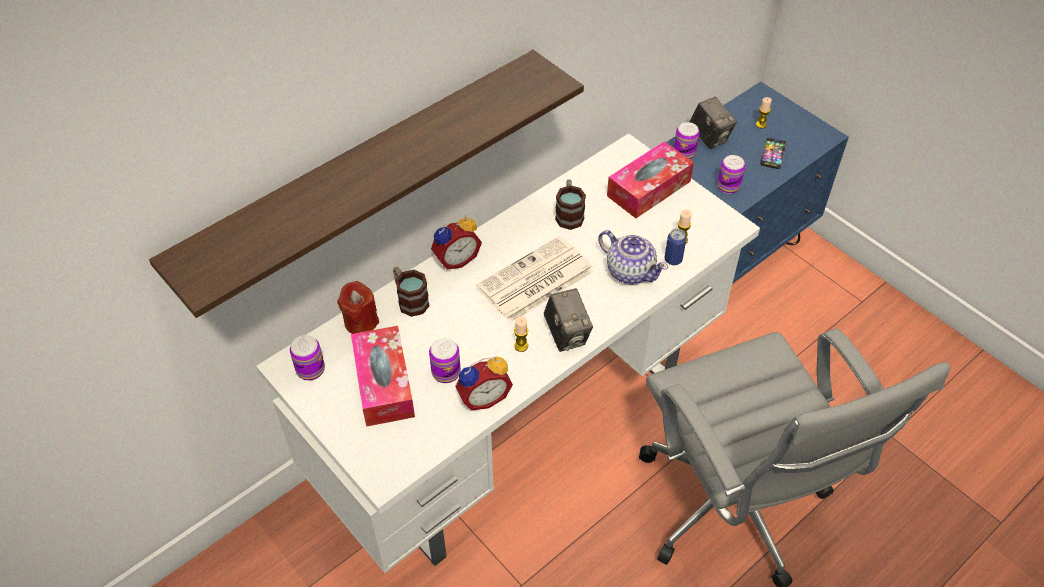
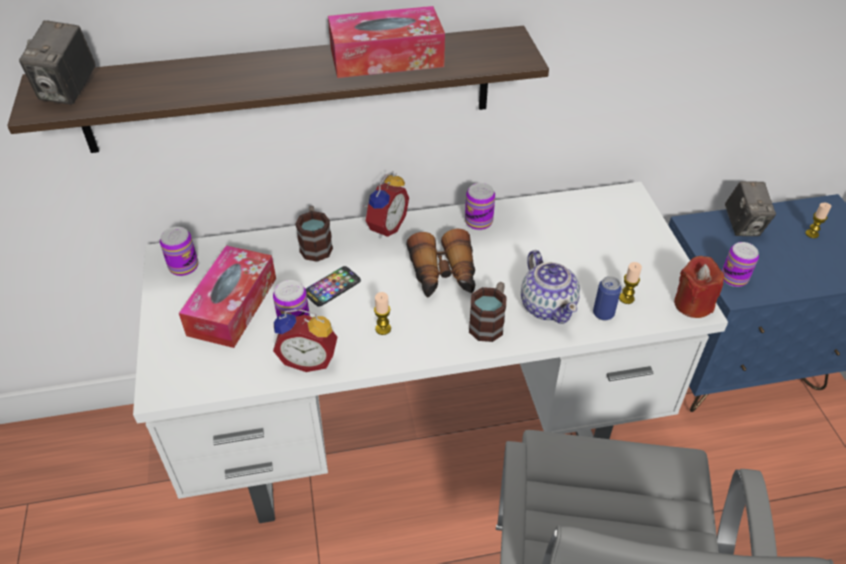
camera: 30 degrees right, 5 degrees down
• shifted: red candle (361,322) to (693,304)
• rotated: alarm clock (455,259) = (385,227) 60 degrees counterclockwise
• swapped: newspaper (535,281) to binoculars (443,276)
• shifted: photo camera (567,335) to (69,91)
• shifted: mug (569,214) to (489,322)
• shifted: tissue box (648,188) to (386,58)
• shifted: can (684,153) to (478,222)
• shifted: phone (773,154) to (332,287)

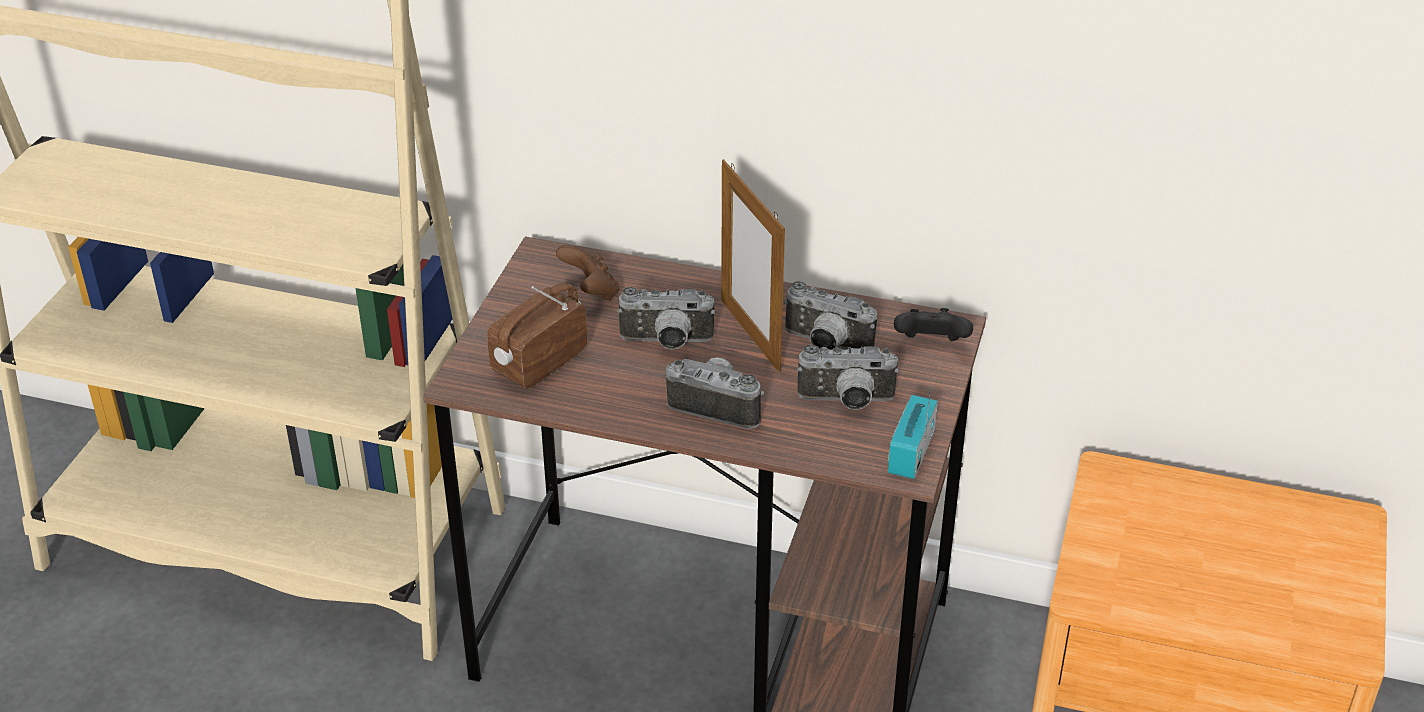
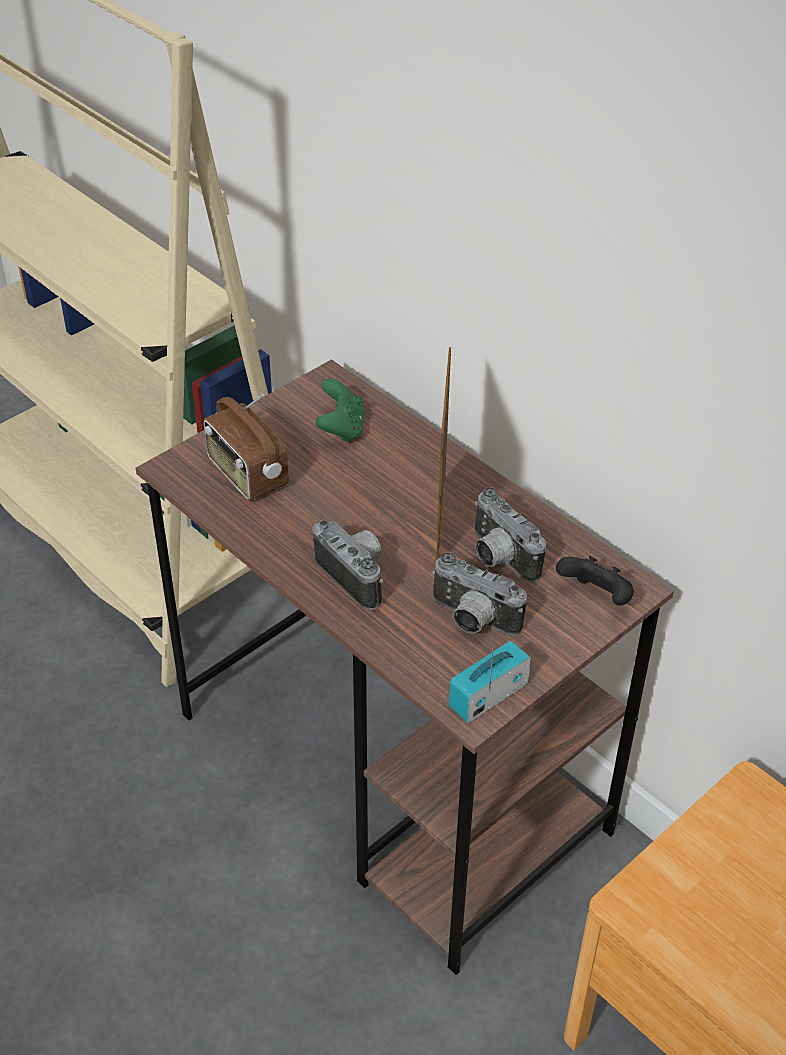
camera: 30 degrees right, 5 degrees up
• rotated: radio (538,362) = (246,474) 105 degrees counterclockwise
• repainted: brown game controller (591,292) to green game controller (341,429)
• gone: photo camera (666,343)

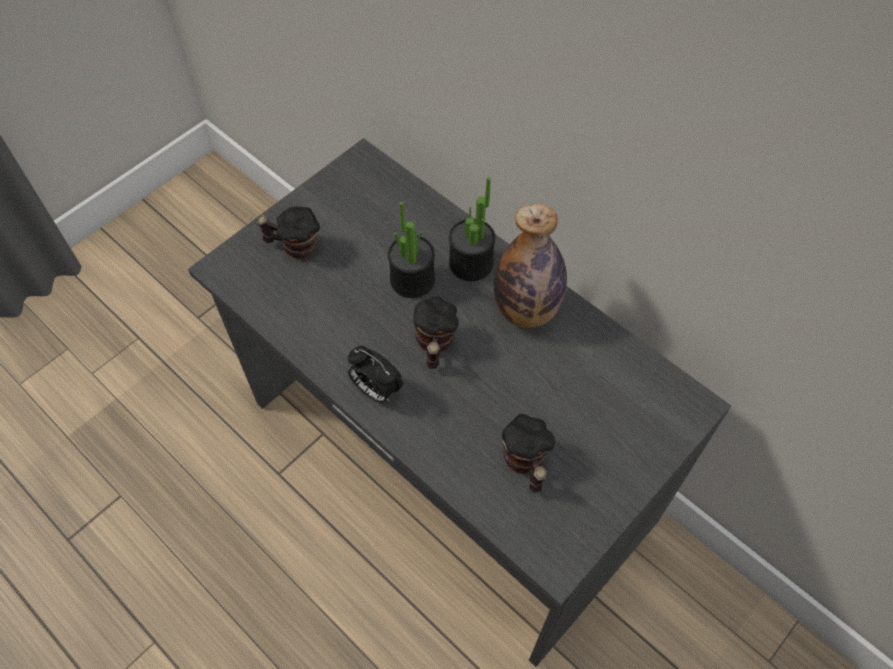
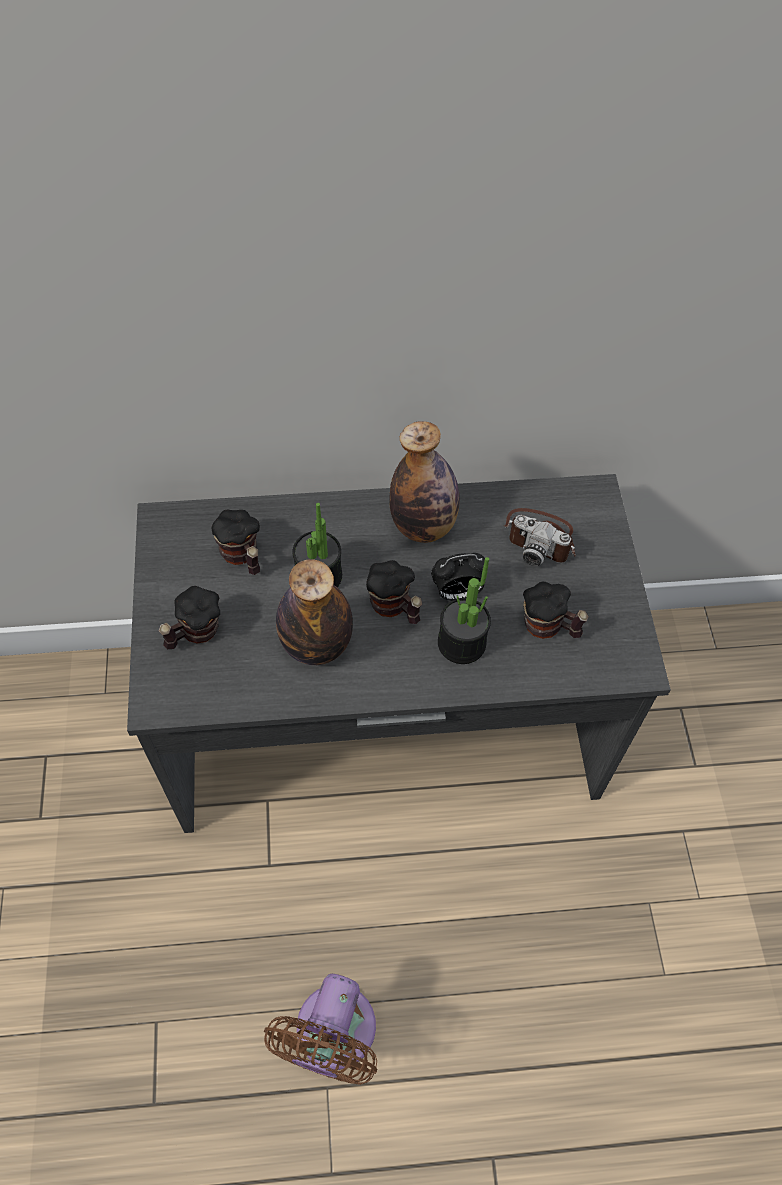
camera: 50 degrees left, 0 degrees up
• shifted: alarm clock (376,390) to (456,593)
• shifted: potted plant (471,263) to (461,643)
• new: mug (242,556)
• new: brown fan (332,1037)
• new: bottle (316,644)
• new: photo camera (540,538)

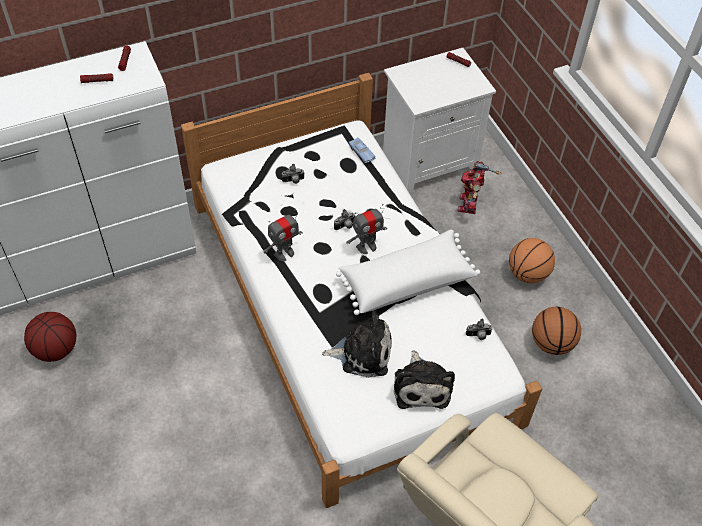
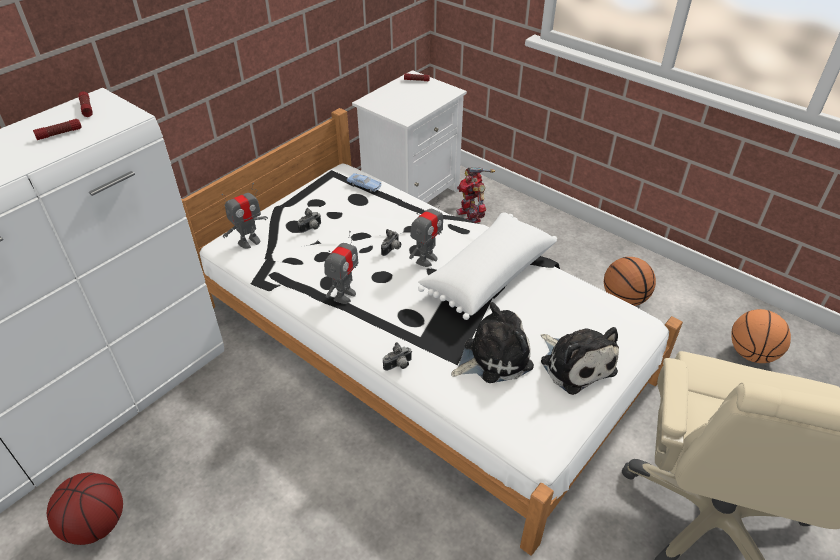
camera: 25 degrees left, 10 degrees down
• shifted: photo camera (478,336) to (399,366)
• shifted: basketball (527,274) to (751,354)
• new: toy robot (249,241)

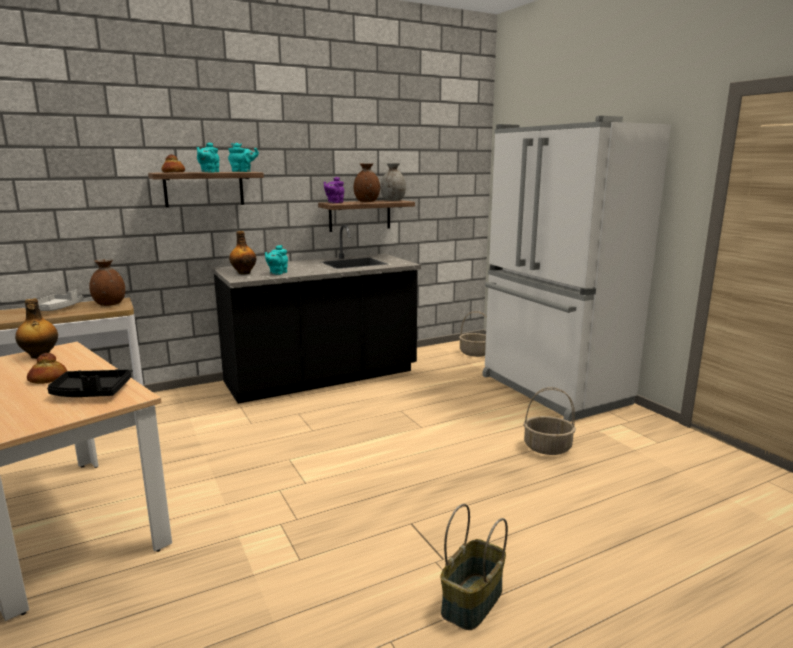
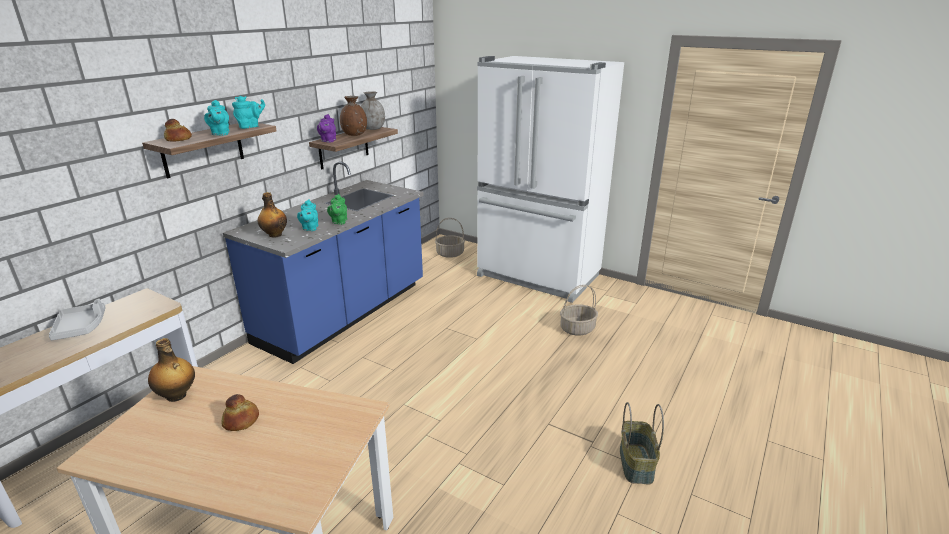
camera: 30 degrees left, 10 degrees up
• gone: black tray (91,393)
• gone: brown vase (110,304)
• repainted: black counter (322,378) to blue counter (345,313)
• new: green teapot (339,222)

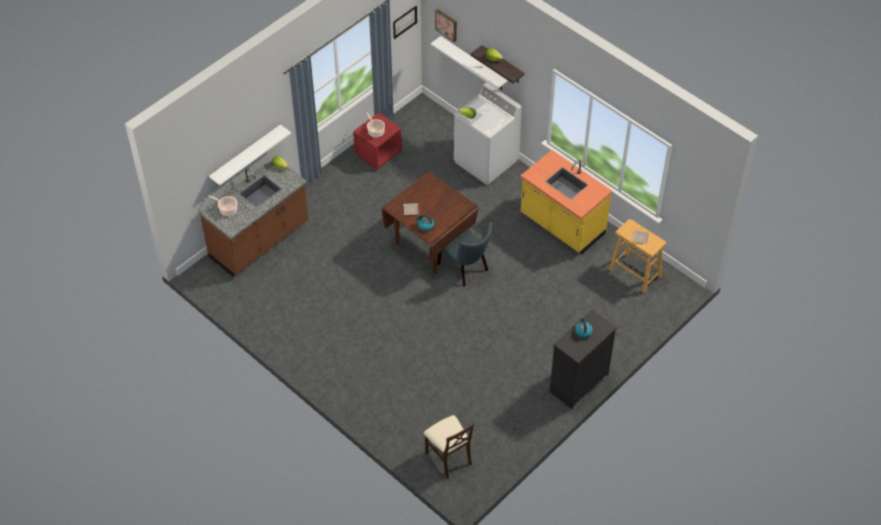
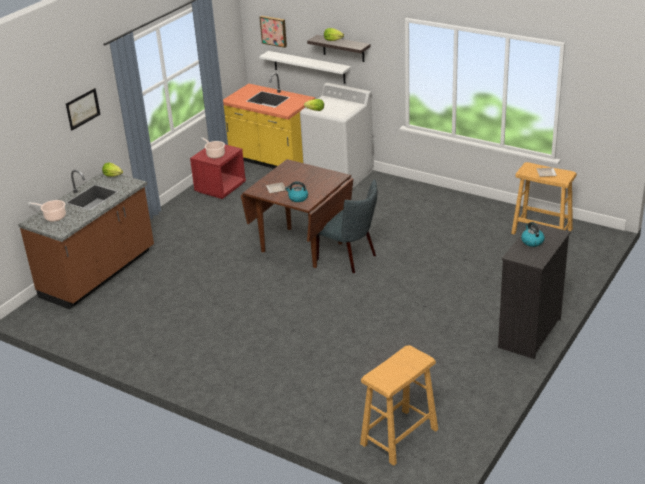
camera: 10 degrees left, 20 degrees down
• gone: white shelf (246,156)
• shifted: picture (404,22) to (82,109)
• swapped: beige chair (448,457) to beige stool (399,437)
• shifted: yellow counter (562,225) to (273,160)

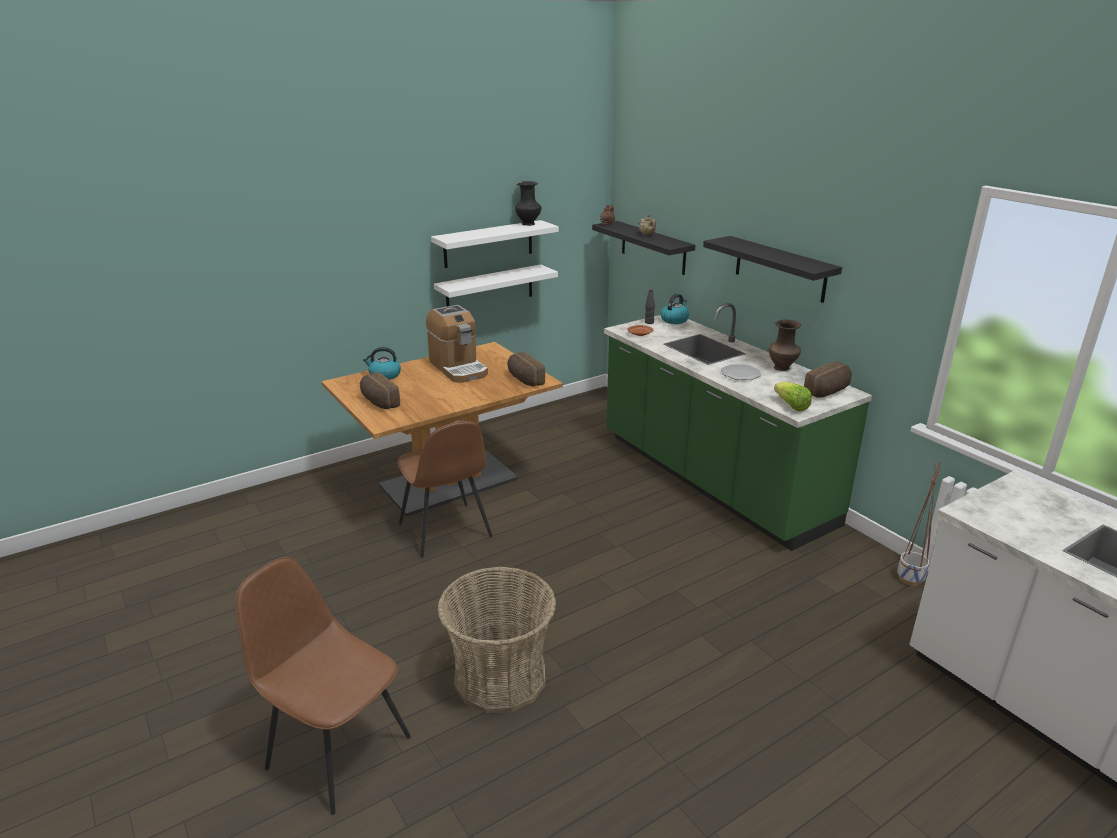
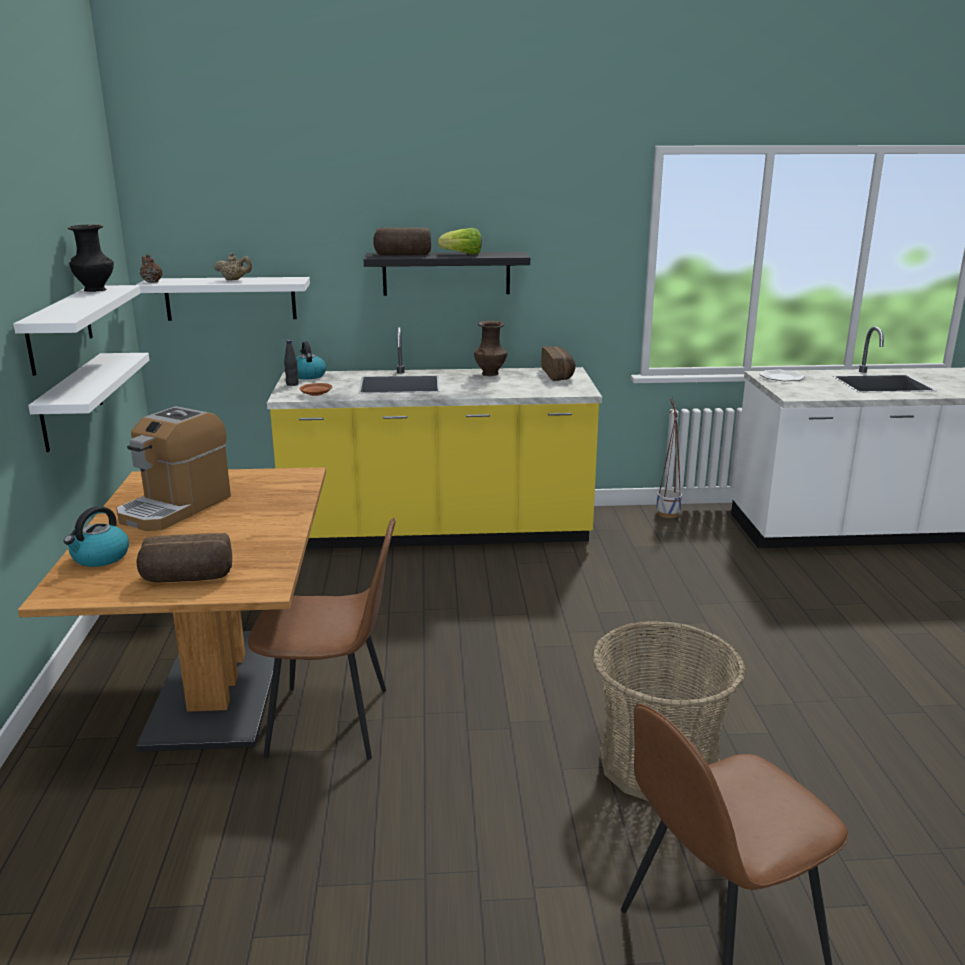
camera: 60 degrees left, 5 degrees down
• rotated: coffee machine (458,368) = (175,507) 120 degrees clockwise
• shifted: bread (524,379) to (402,255)
• repainted: black shelf (653,247) to white shelf (230,298)
• repainted: green counter (712,479) to yellow counter (438,531)
• shifted: plate (740,373) to (781,377)
• shifted: lettuce (791,406) to (462,254)

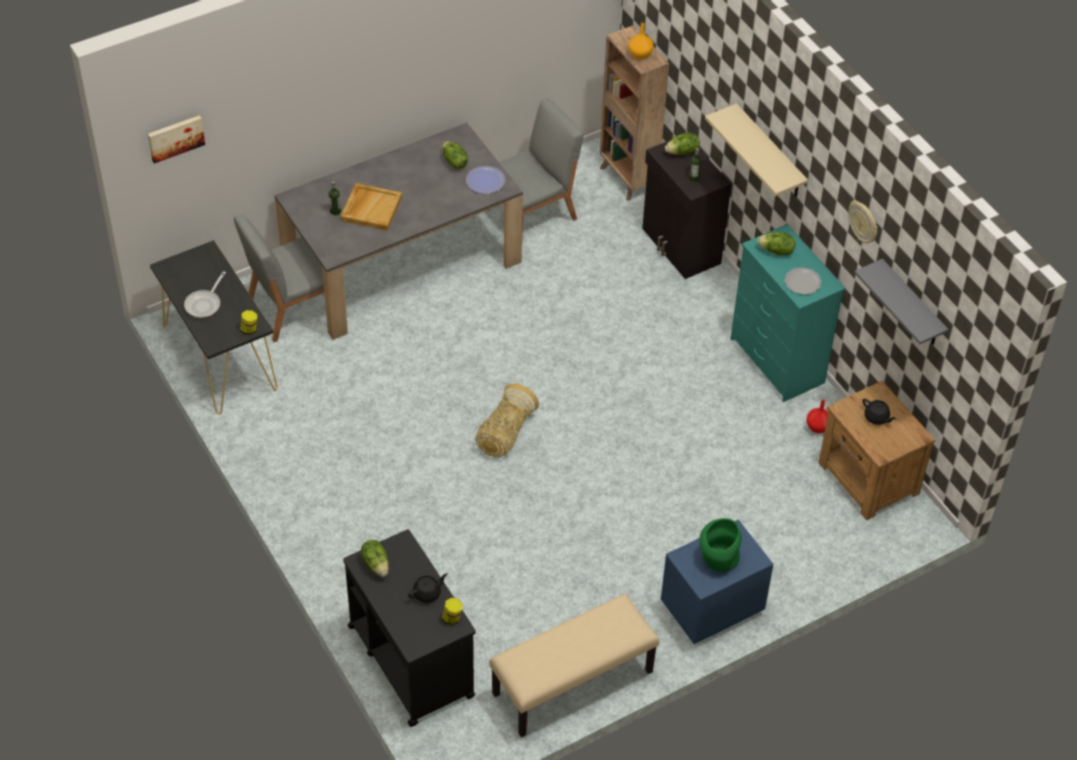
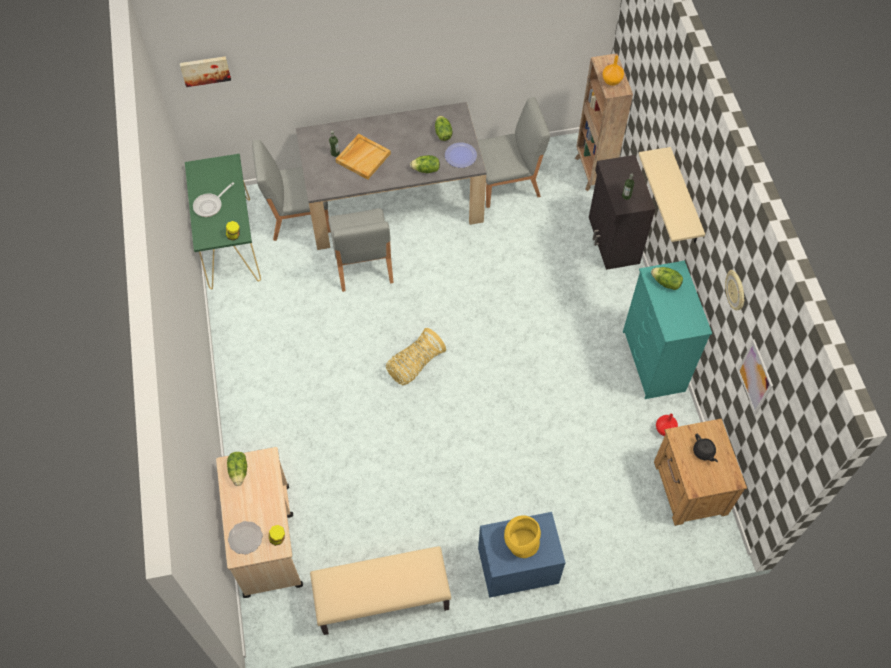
camera: 20 degrees right, 10 degrees up
• repainted: black console table (219,357) to green console table (230,242)
• repainted: black cart (410,660) to beige cart (267,539)
• gone: black teapot (427,593)
• shifted: lettuce (682,152) to (426,170)
• repainted: green vase (718,559) to yellow vase (520,544)
• shifted: plate (802,282) to (245,537)
• swapped: grey shelf (912,305) to picture (755,377)
• new: grey chair (362,264)

